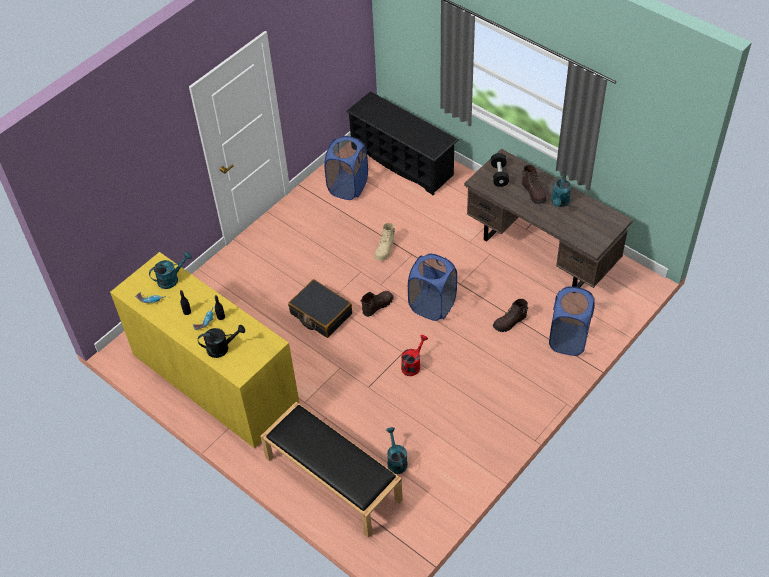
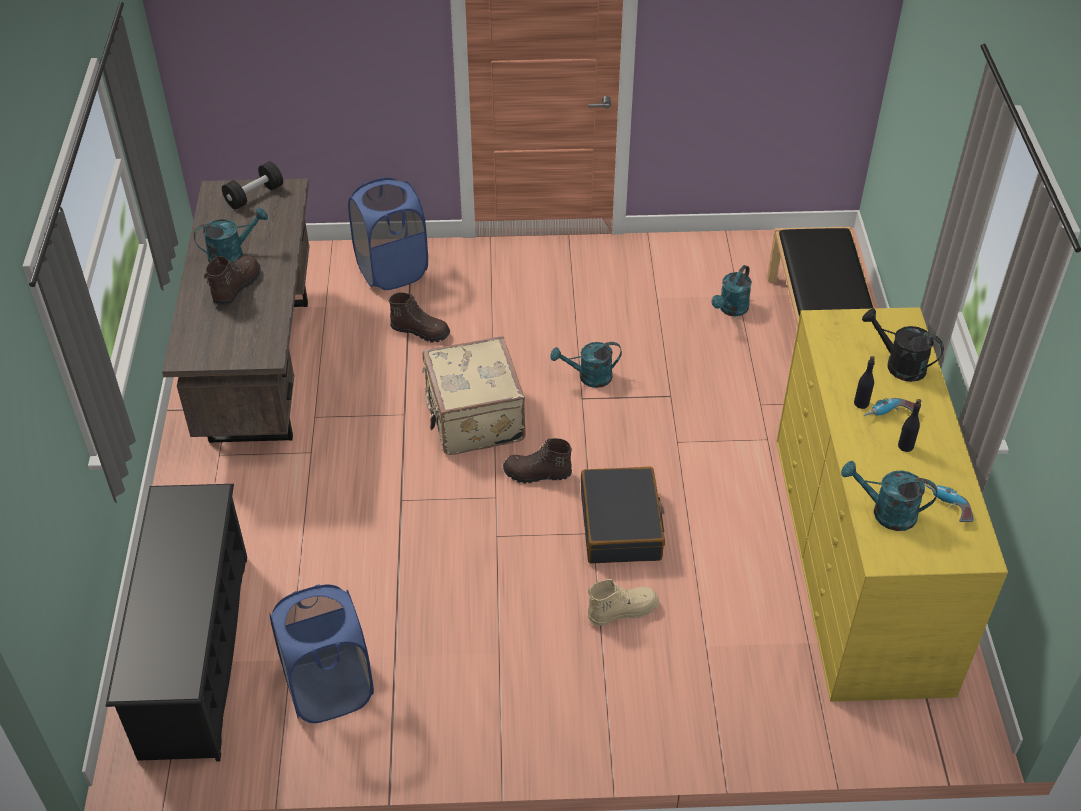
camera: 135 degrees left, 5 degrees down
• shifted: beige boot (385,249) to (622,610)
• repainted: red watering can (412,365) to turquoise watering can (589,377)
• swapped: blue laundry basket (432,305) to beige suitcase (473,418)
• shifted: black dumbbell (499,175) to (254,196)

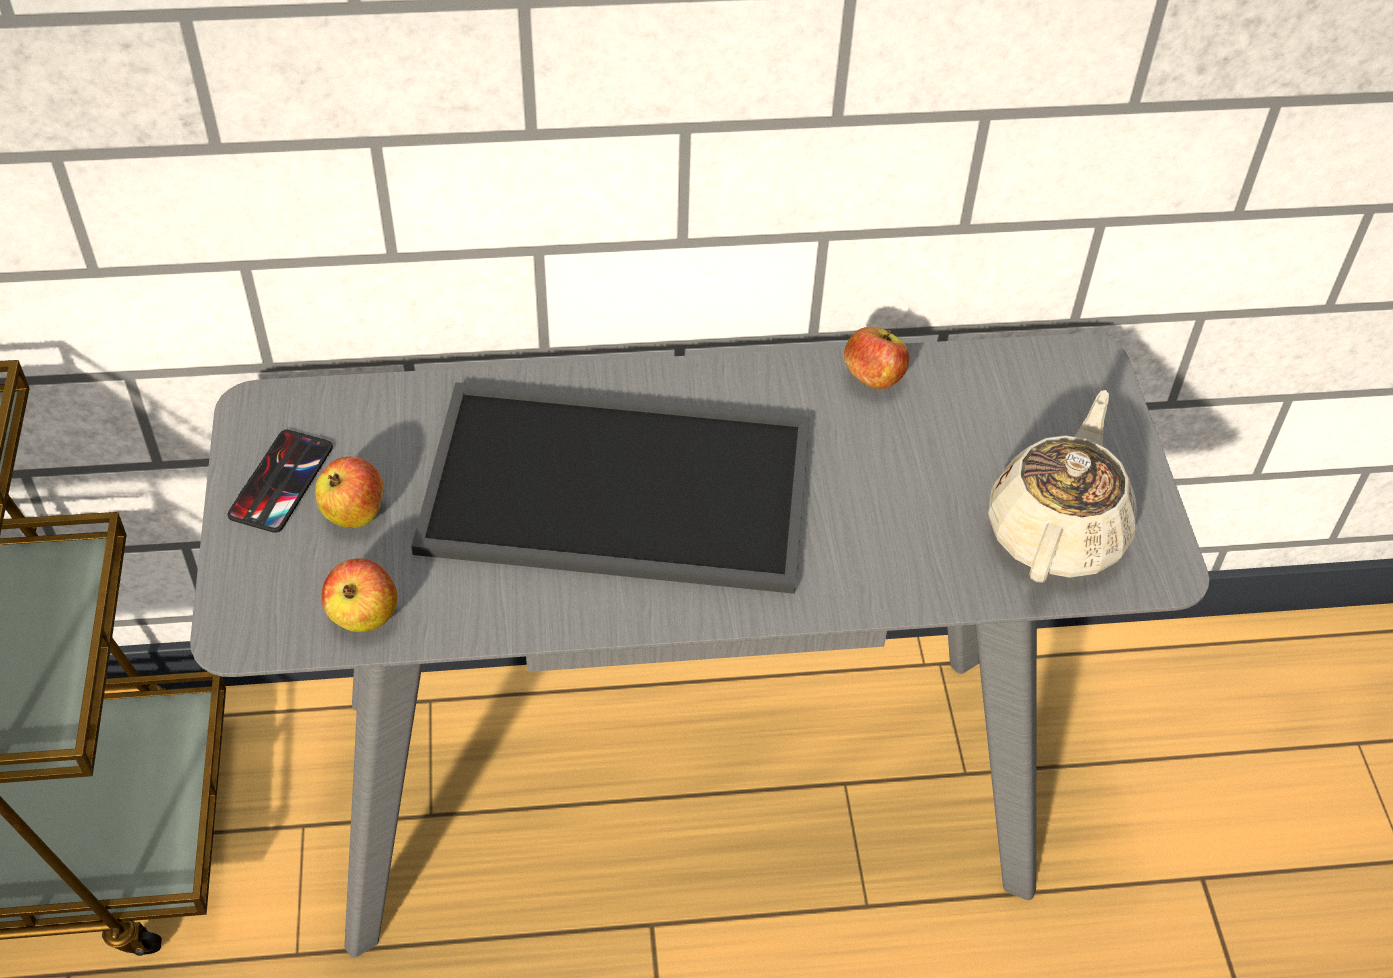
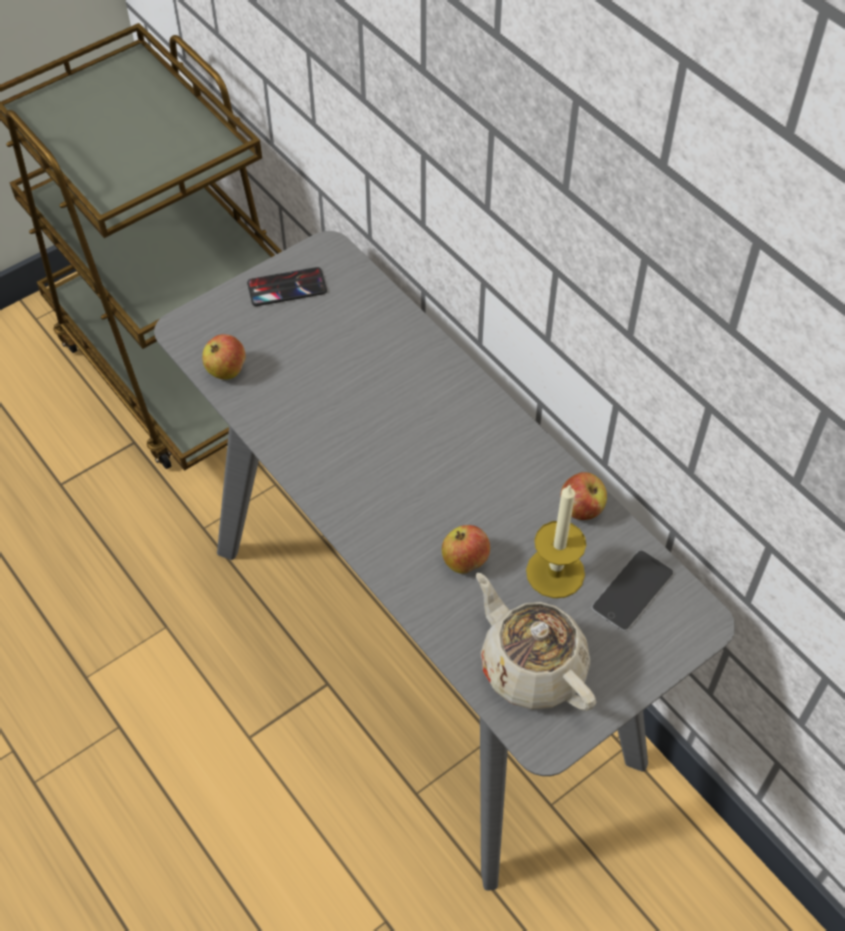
camera: 60 degrees right, 5 degrees up
• shifted: apple (354,513) to (465,561)
• gone: tray (622,483)
• rotated: beige teapot (1057,531) = (531,666) 120 degrees counterclockwise
• new: candle (555,572)
• new: phone (632,590)

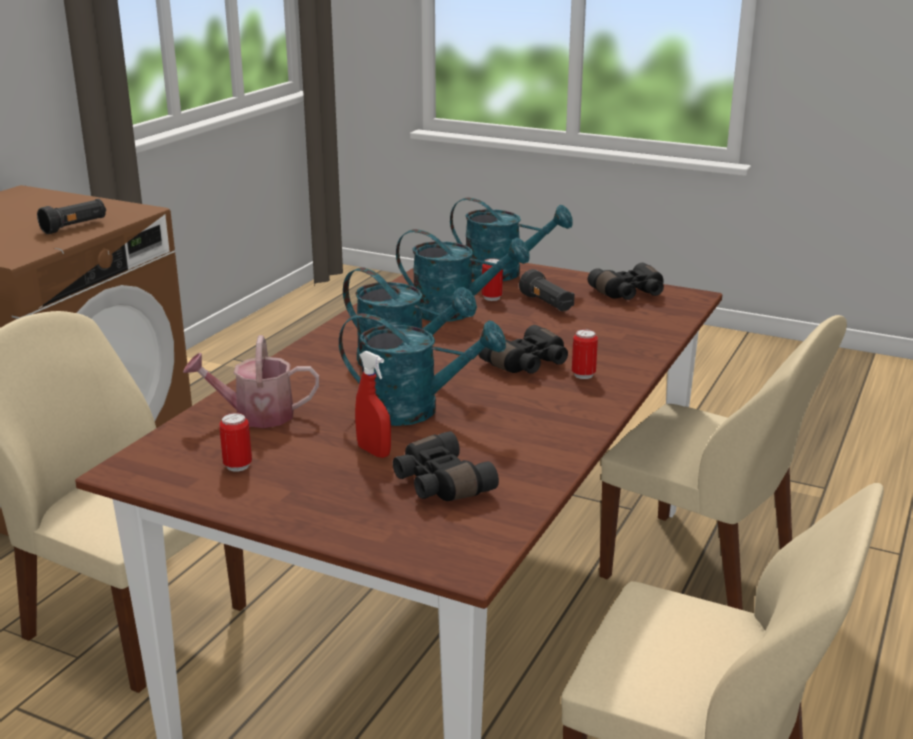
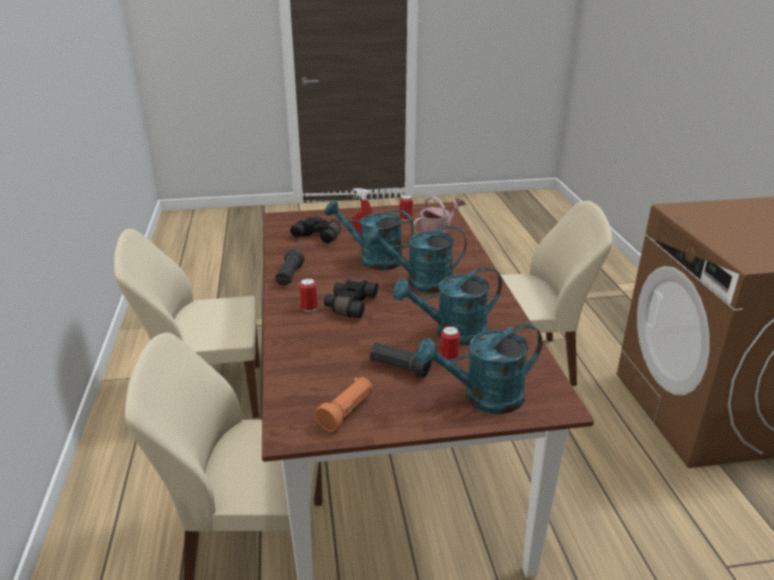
camera: 145 degrees right, 5 degrees up
• shifted: black flashlight (75,227) to (289,277)
• rotated: turquoise watering can (414,410) = (373,259) 45 degrees clockwise
• swapped: black binoculars (629,294) to orange flashlight (346,412)

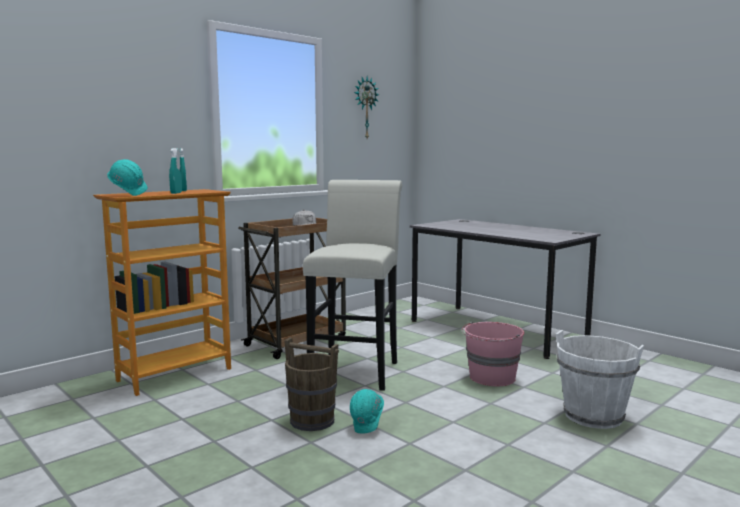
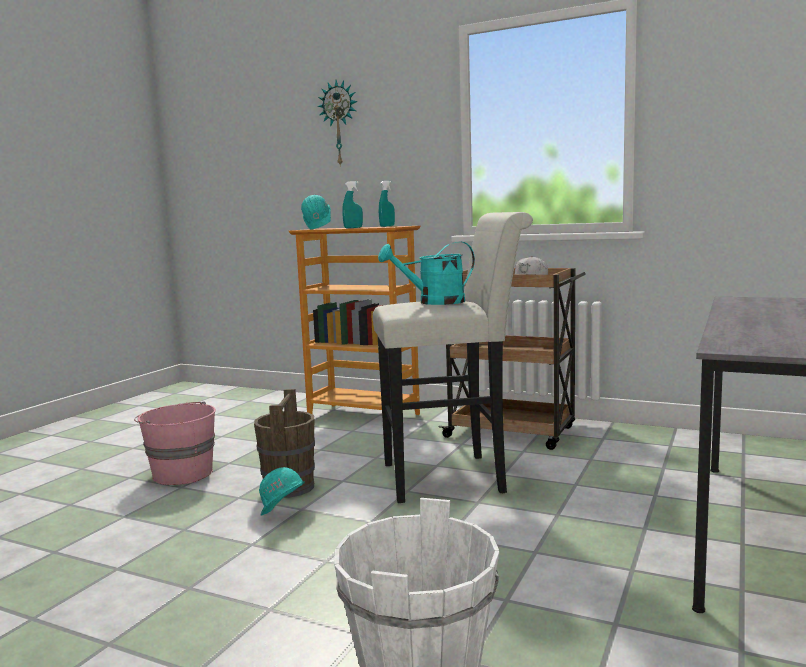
camera: 70 degrees right, 0 degrees up
• shifted: wall clock (365,108) to (340,123)
• shifted: pink bucket (491,378) to (181,474)
• new: turquoise watering can (433,302)

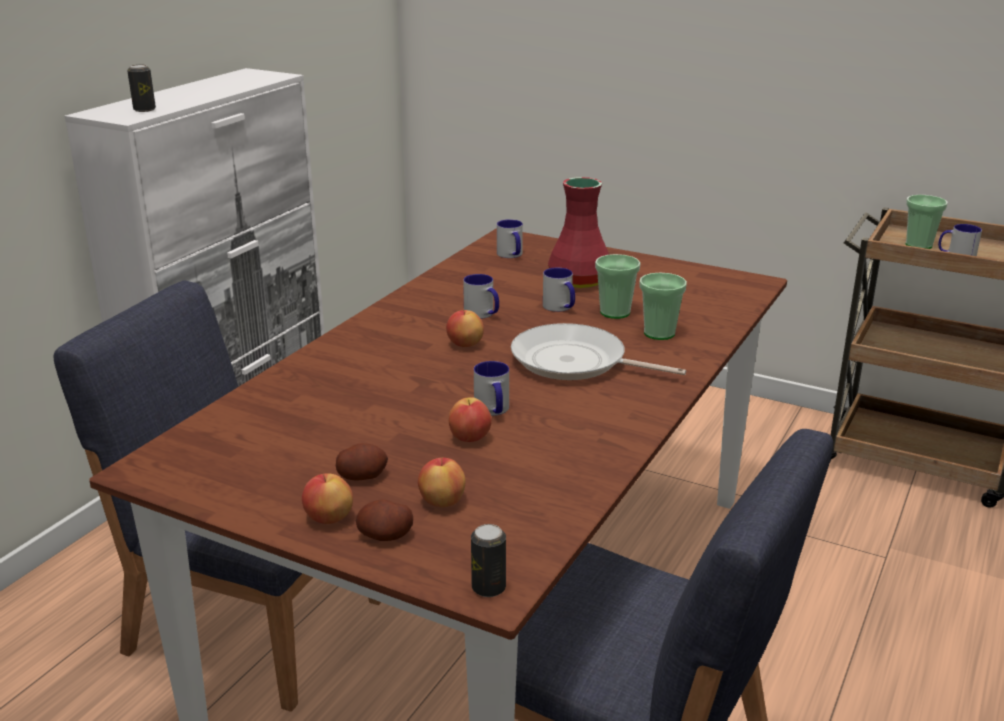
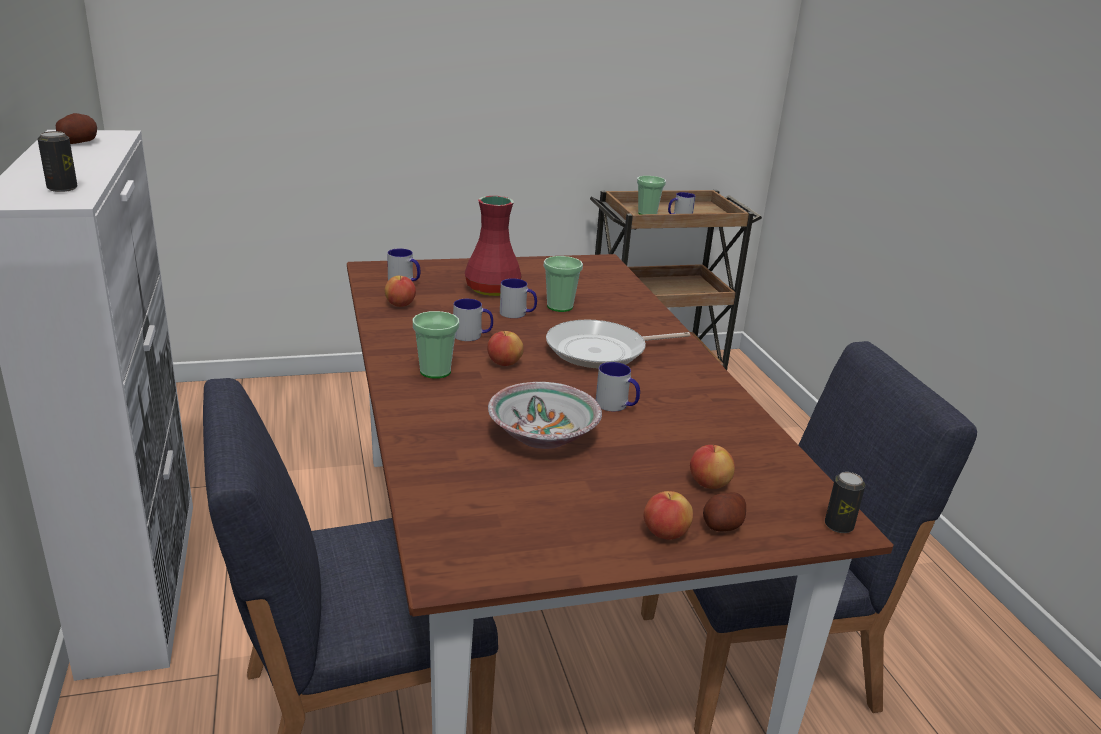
camera: 45 degrees left, 0 degrees up
• shifted: potato (362,476) to (79,142)
• shifted: apple (470,438) to (400,305)
• shifted: cup (659,333) to (435,371)
• new: bowl (543,437)

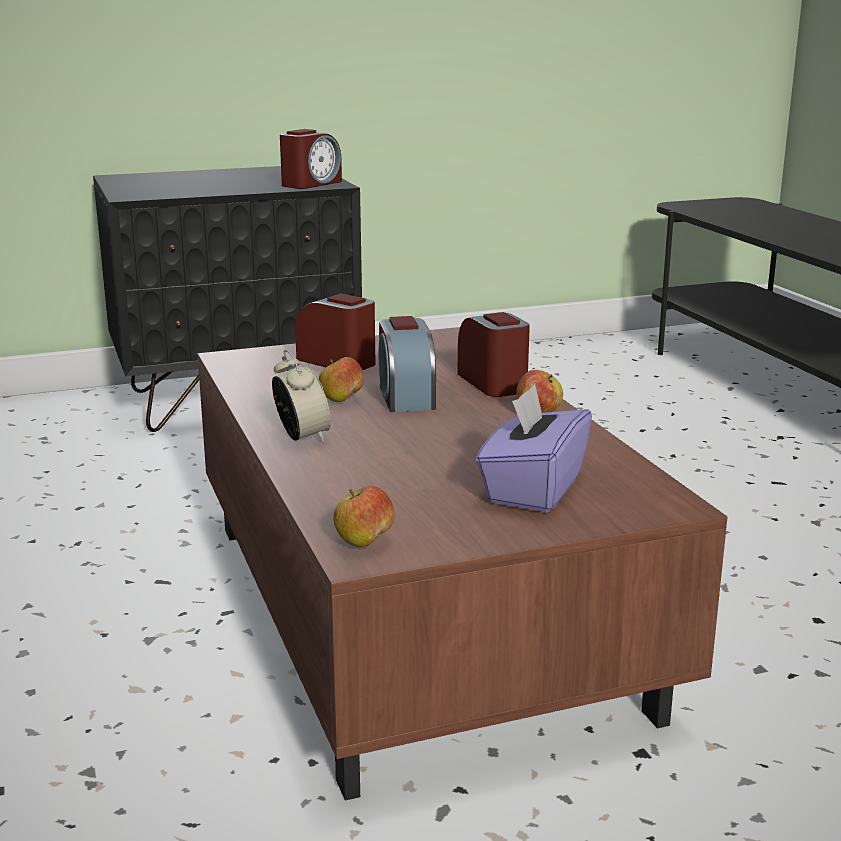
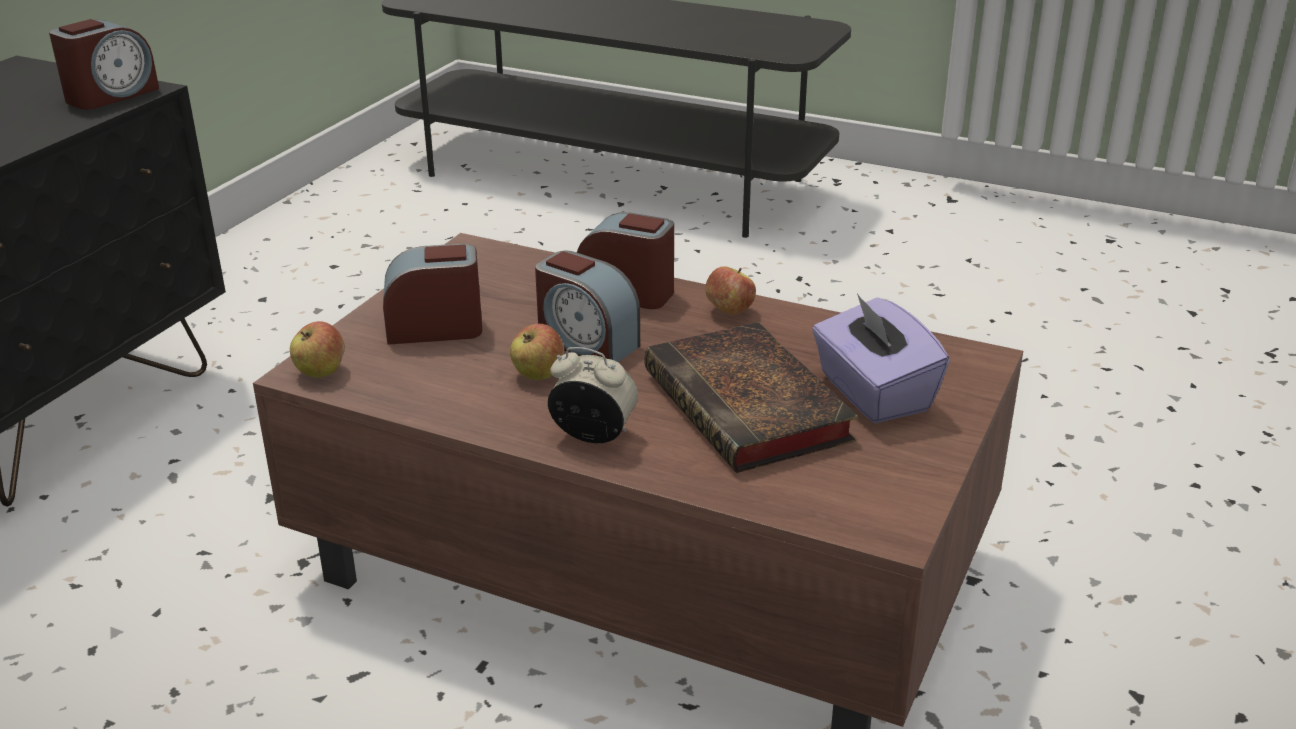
camera: 45 degrees left, 10 degrees up
• rotated: alarm clock (311,184) = (111,95) 45 degrees clockwise
• shifted: apple (364,542) to (320,372)
• new: book (751,409)

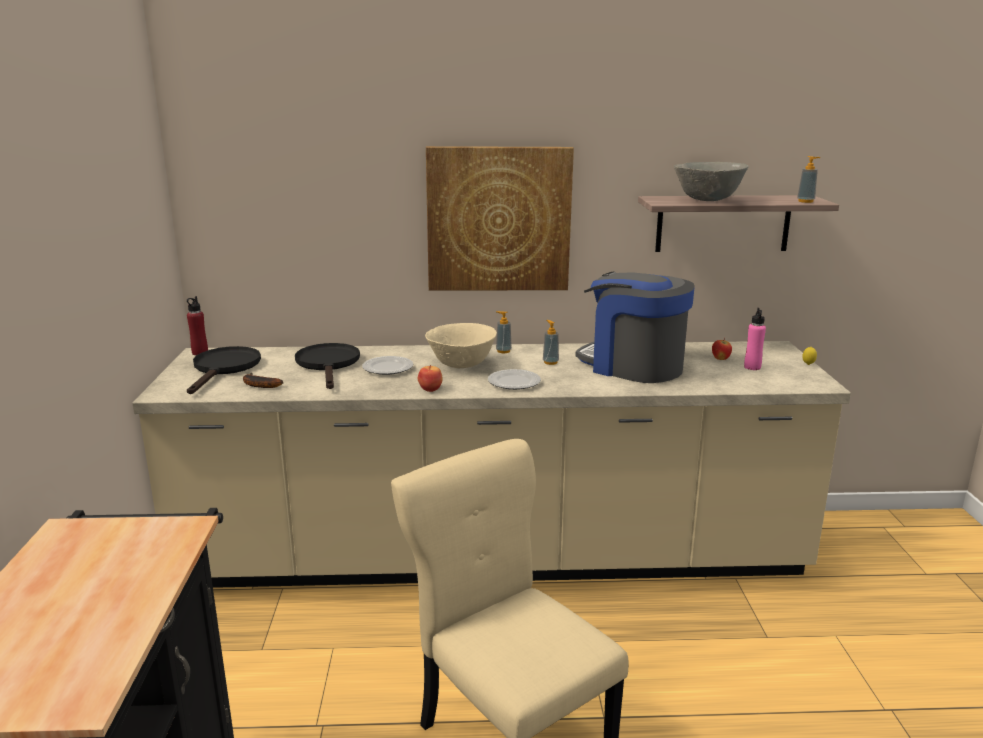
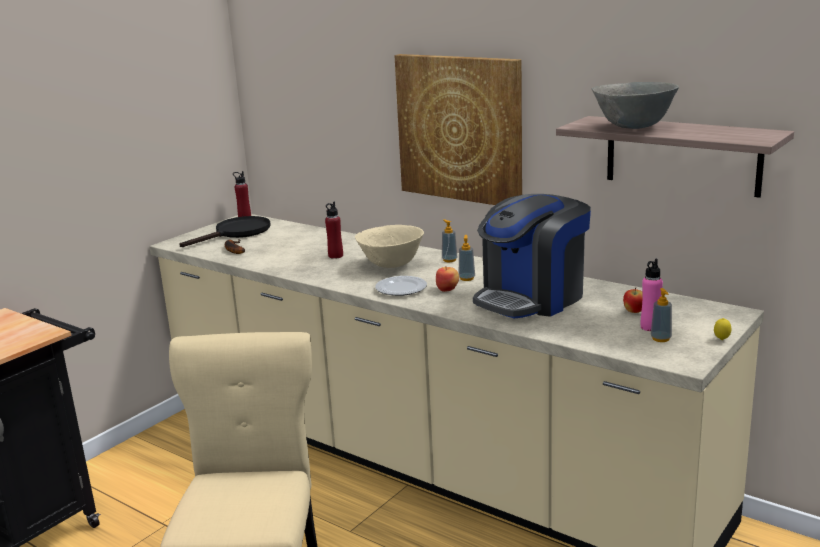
camera: 40 degrees right, 0 degrees up
• gone: black frying pan (328,364)
• swapped: plate (388,368) to red bottle (335,256)
• shifted: apple (431,388) to (447,289)
• rotated: coffee machine (632,366) = (531,298) 120 degrees counterclockwise
• shifted: soap dispenser (805,201) to (660,338)

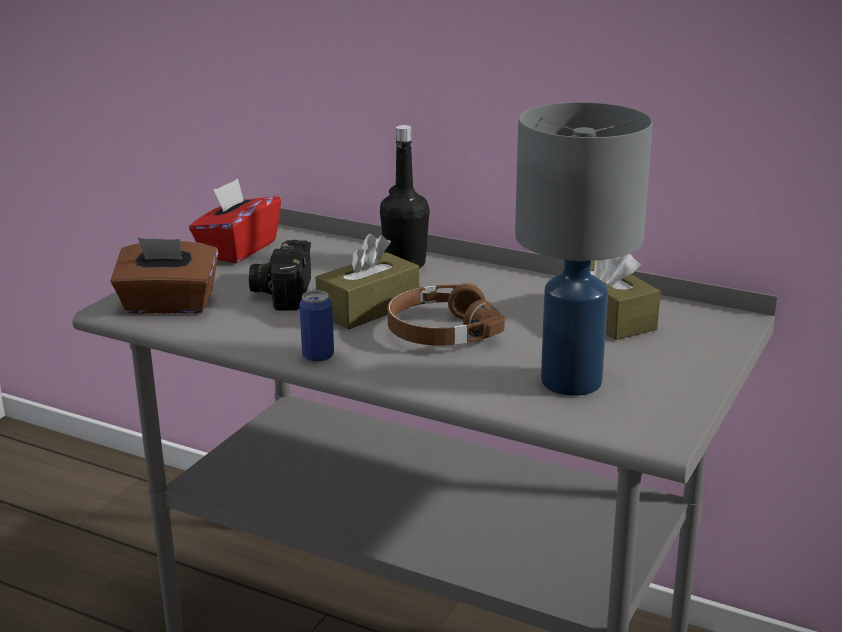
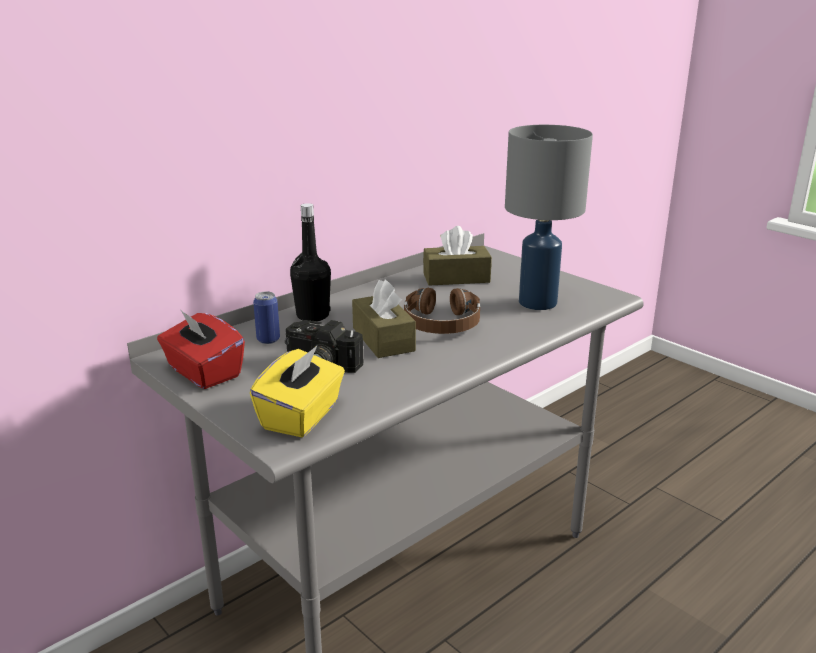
camera: 70 degrees left, 0 degrees up
• repainted: brown tissue box (168,305) to yellow tissue box (302,416)
• shifted: can (318,356) to (268,340)

